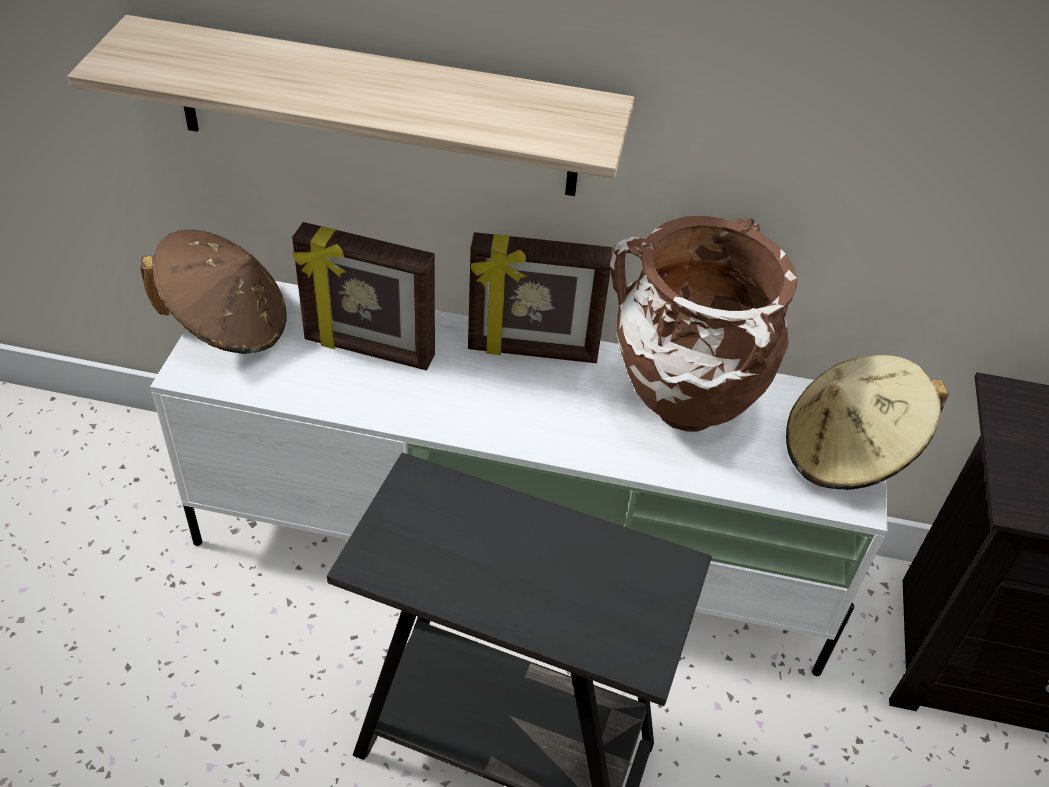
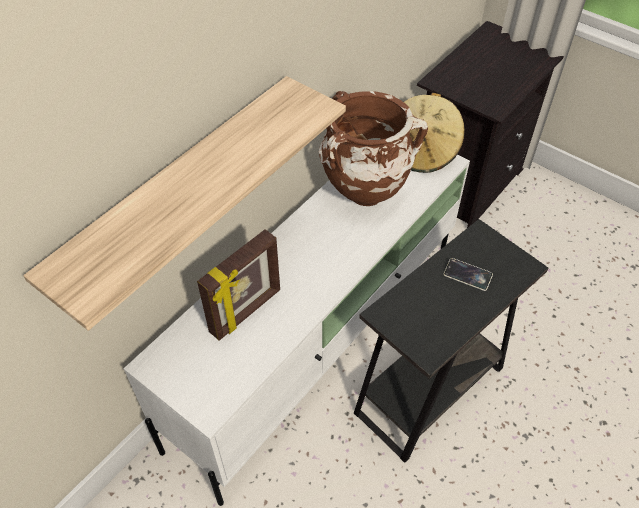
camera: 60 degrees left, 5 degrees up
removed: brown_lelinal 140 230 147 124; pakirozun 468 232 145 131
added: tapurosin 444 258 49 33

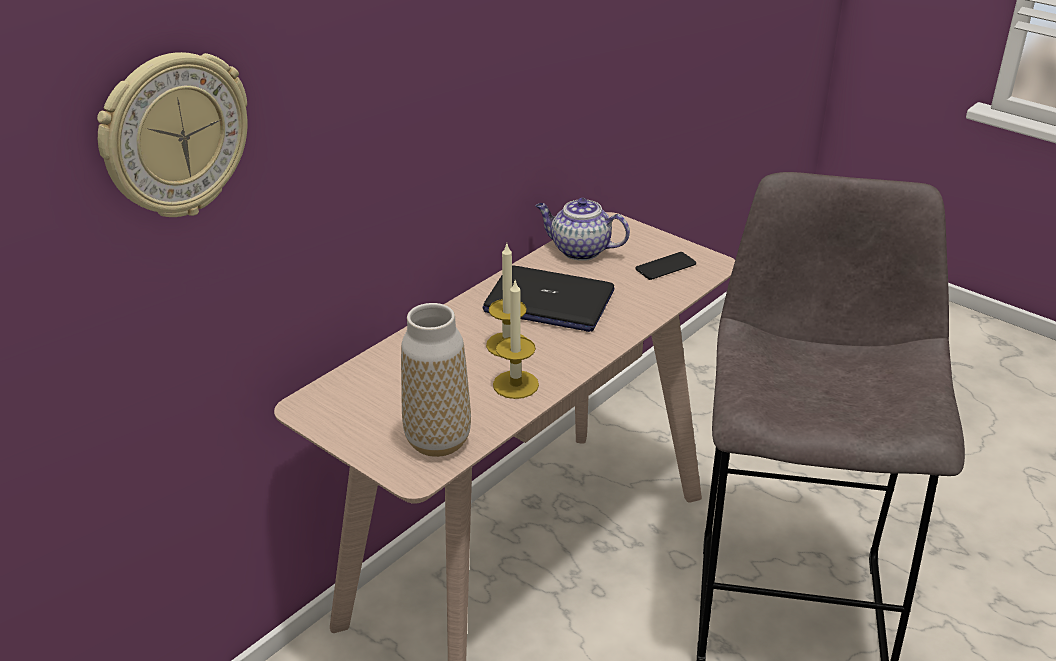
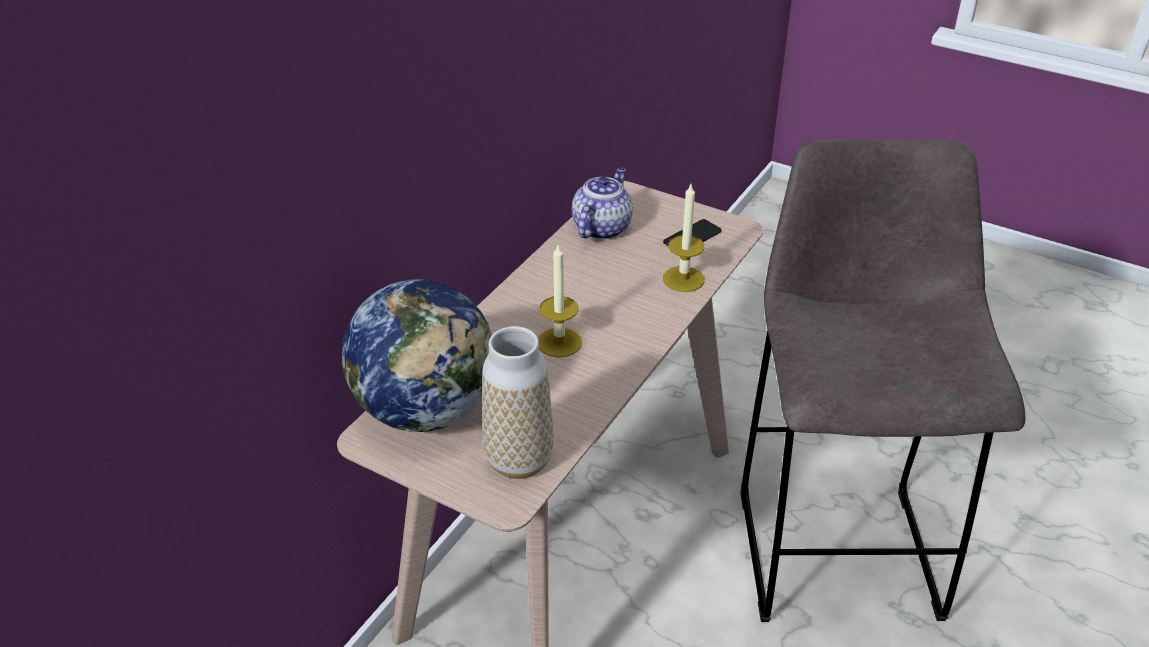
camera: 10 degrees left, 5 degrees up
removed: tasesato 97 52 151 165; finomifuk 482 265 133 67
added: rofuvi 342 279 150 153
moved: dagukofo 493 281 46 118 to 663 184 42 108
turned: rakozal 536 198 94 63 = 572 167 61 73 105 degrees clockwise

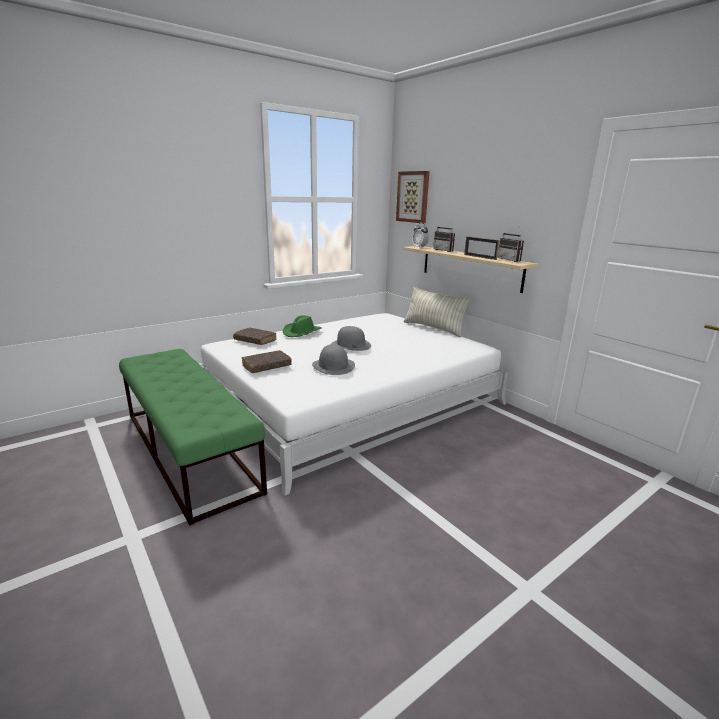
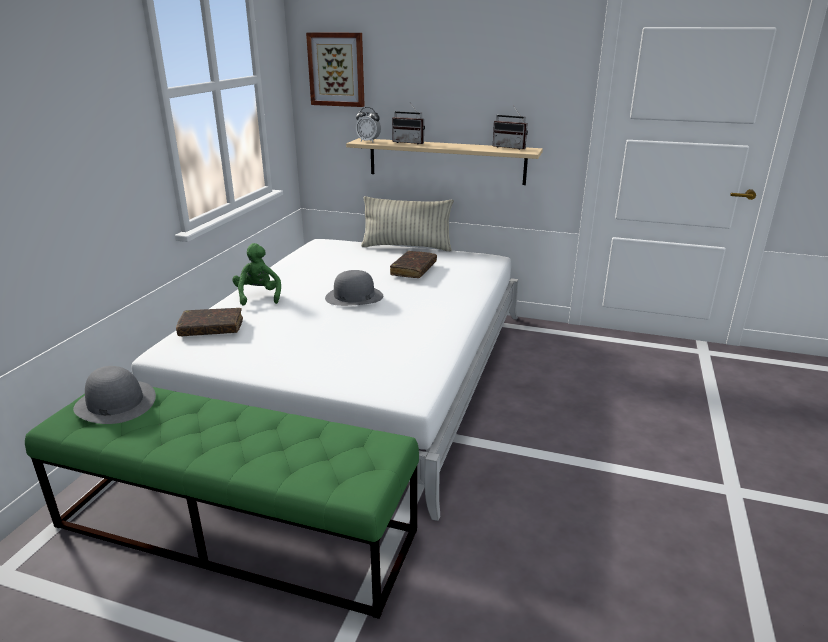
camera: 35 degrees left, 5 degrees up
removed: pakirozun 464 236 35 24
moved: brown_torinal 242 350 50 23 to 390 251 47 27; grey_lelinal 312 344 43 31 to 73 366 83 58
replaced: green_lelinal 283 316 39 21 to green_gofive 232 243 49 63

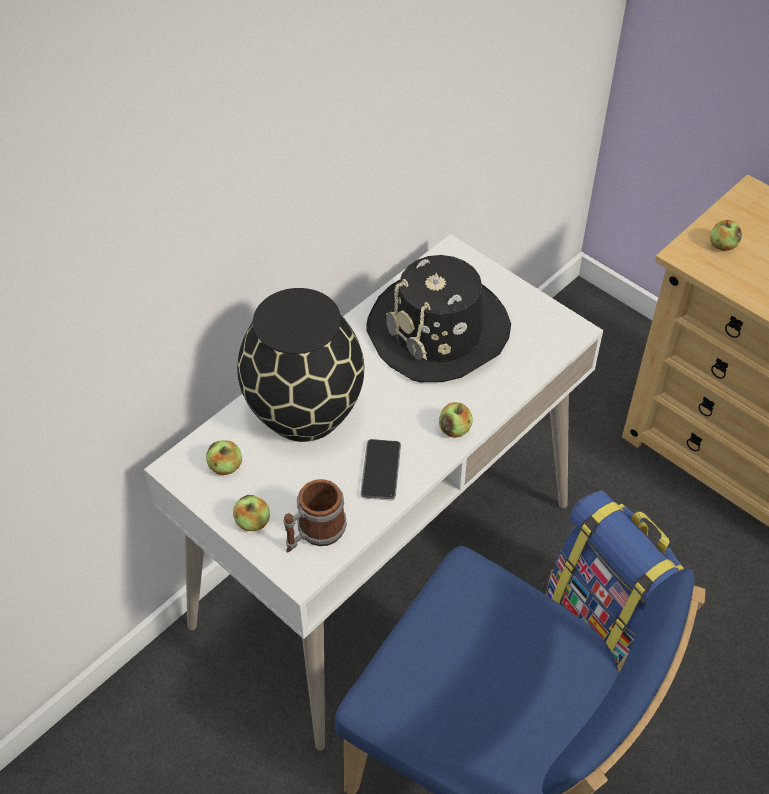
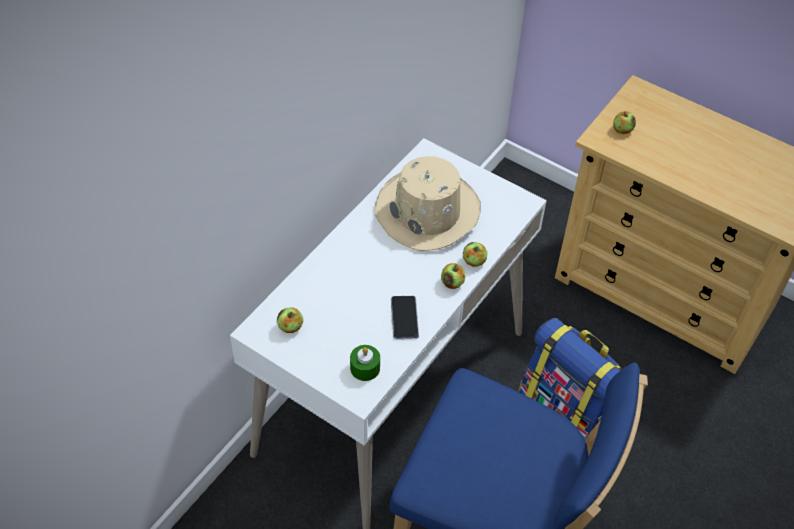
camera: 10 degrees left, 0 degrees up
removed: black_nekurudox 237 288 127 154
moved: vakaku 233 495 37 36 to 463 242 24 25
replaced: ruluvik 283 479 64 73 to green_dagukofo 350 345 30 36
recoloured: black_lelinal 366 255 145 127 to beige_lelinal 375 156 106 95

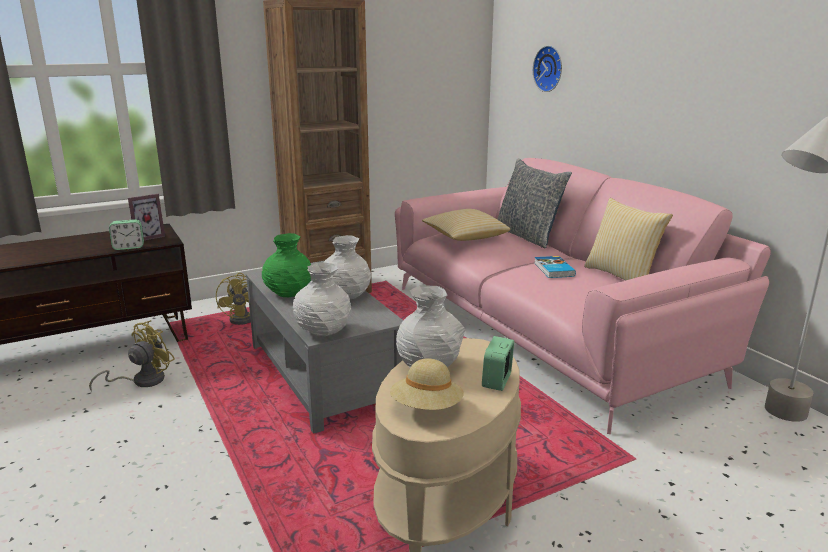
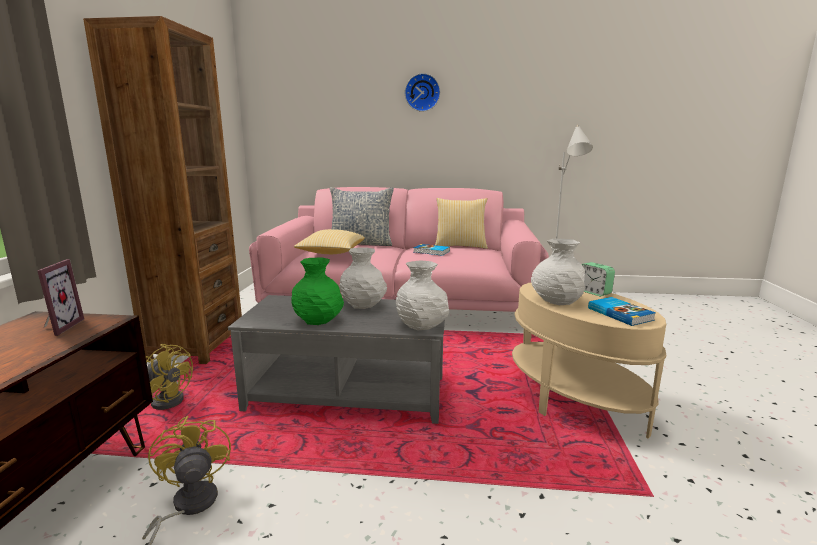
camera: 55 degrees left, 5 degrees down
removed: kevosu 109 219 35 31
moved: tasesato 533 46 29 46 to 405 73 35 39
replaced: beige_lelinal 390 359 73 51 to torinal 588 297 68 29

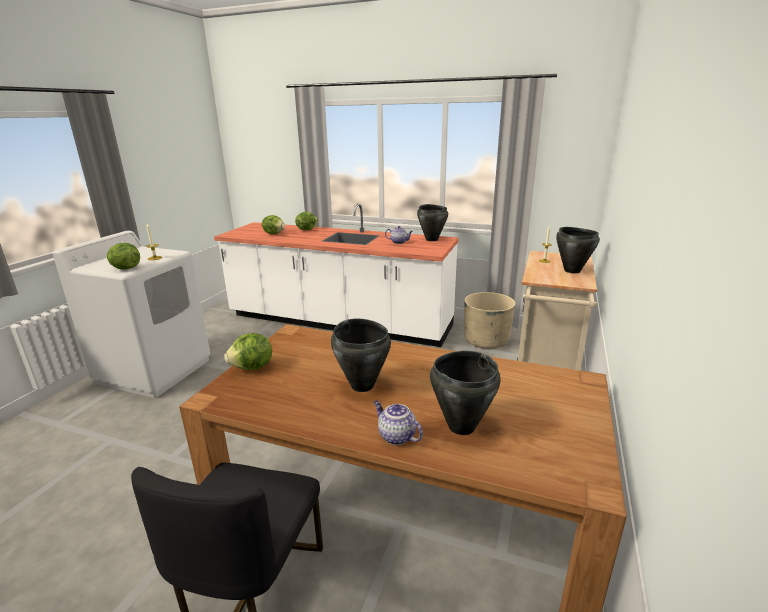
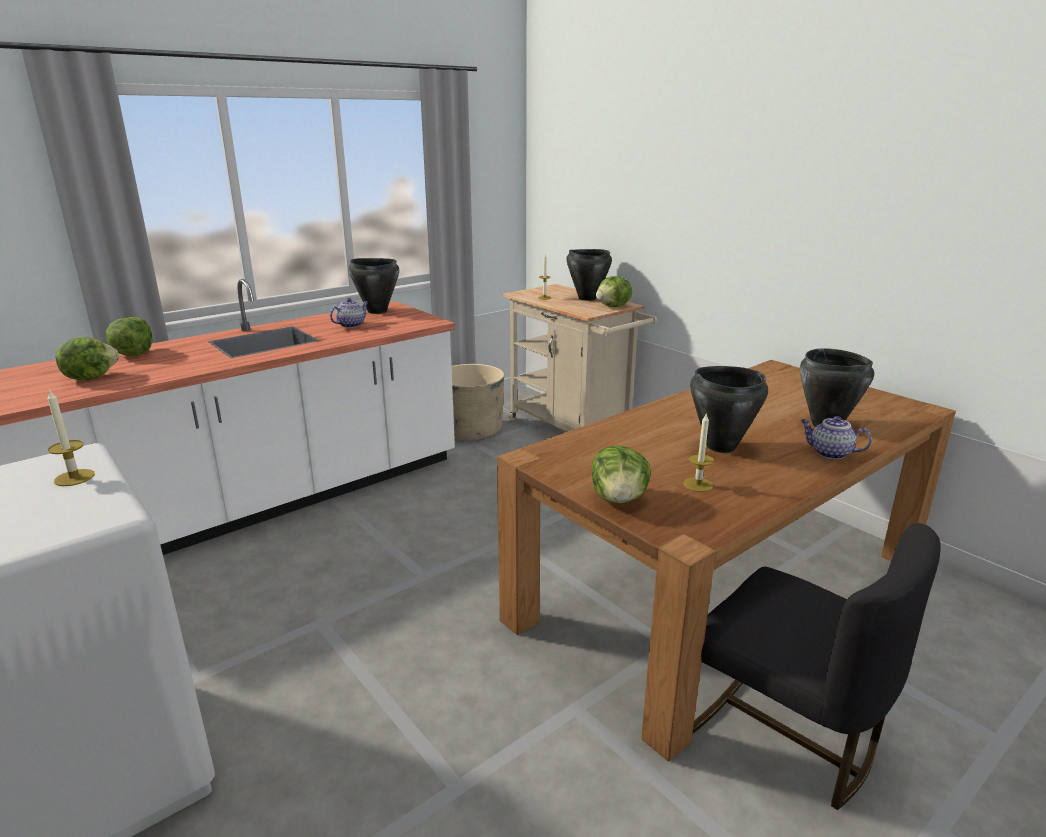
camera: 60 degrees left, 0 degrees up
added: dagukofo 684 412 30 80
moved: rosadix 107 243 33 27 to 596 276 36 31
turned: rakozal 374 401 49 44 = 800 416 72 43 45 degrees clockwise

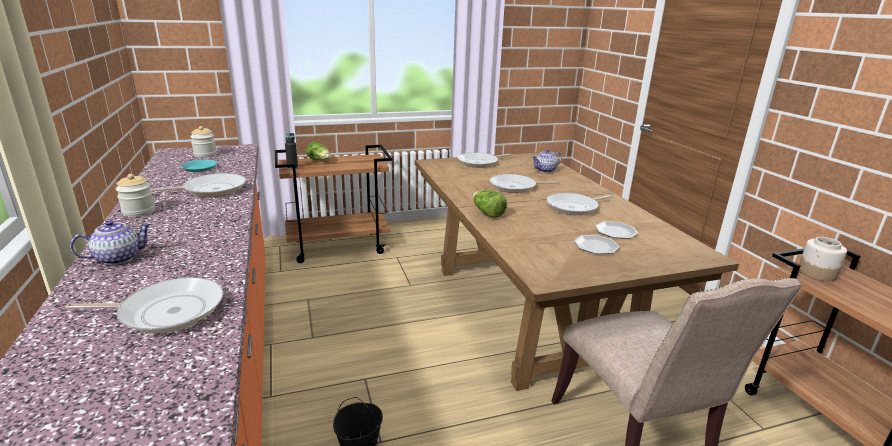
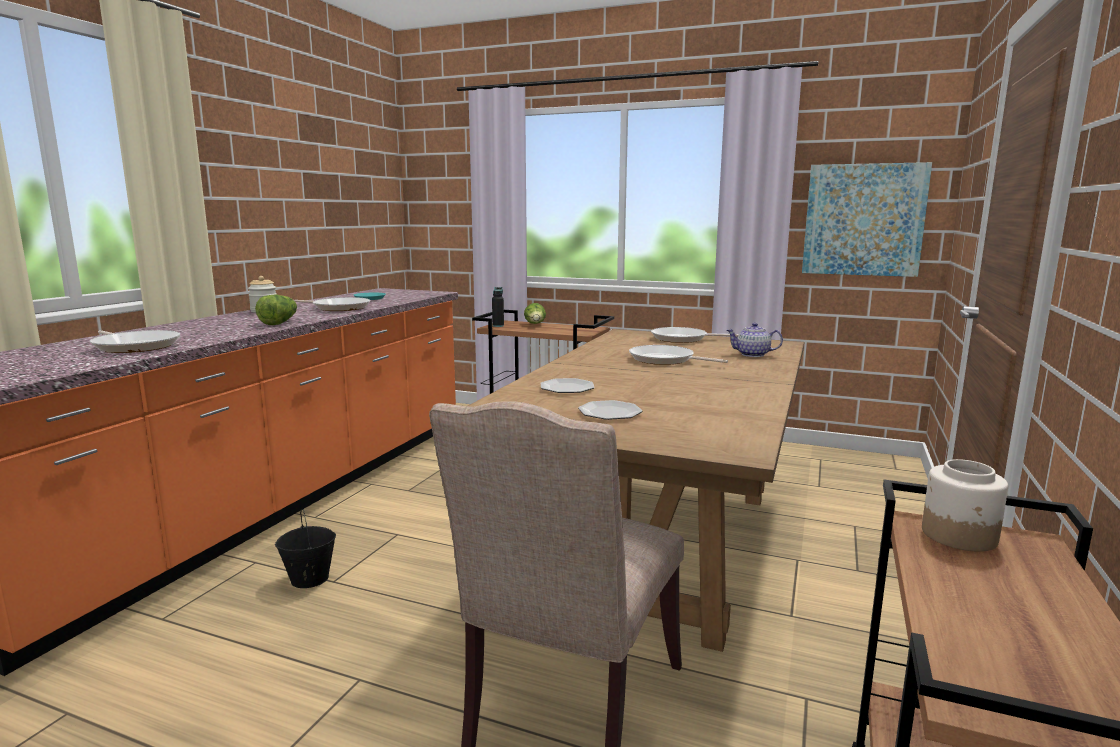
camera: 40 degrees right, 10 degrees down
removed: rakozal 70 220 82 45; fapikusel 190 126 27 32; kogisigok 546 193 67 22
added: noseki 802 162 130 115
moved: rosadix 472 190 35 28 to 255 294 42 31; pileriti 595 221 43 18 to 541 378 54 15

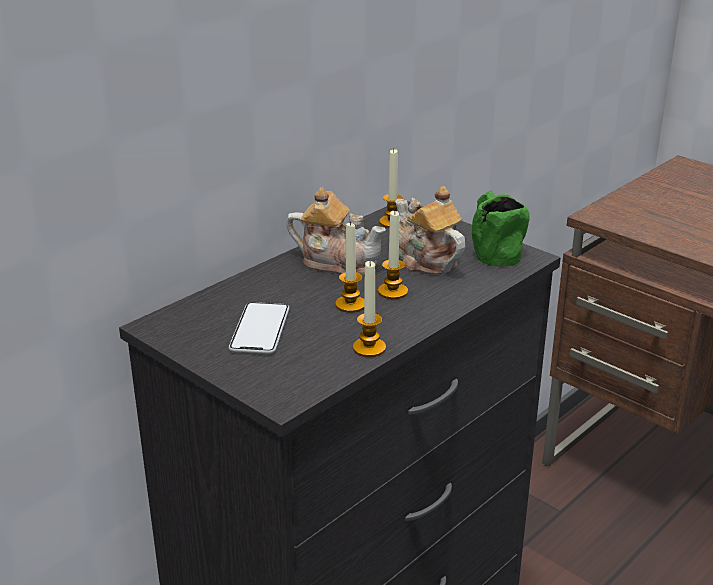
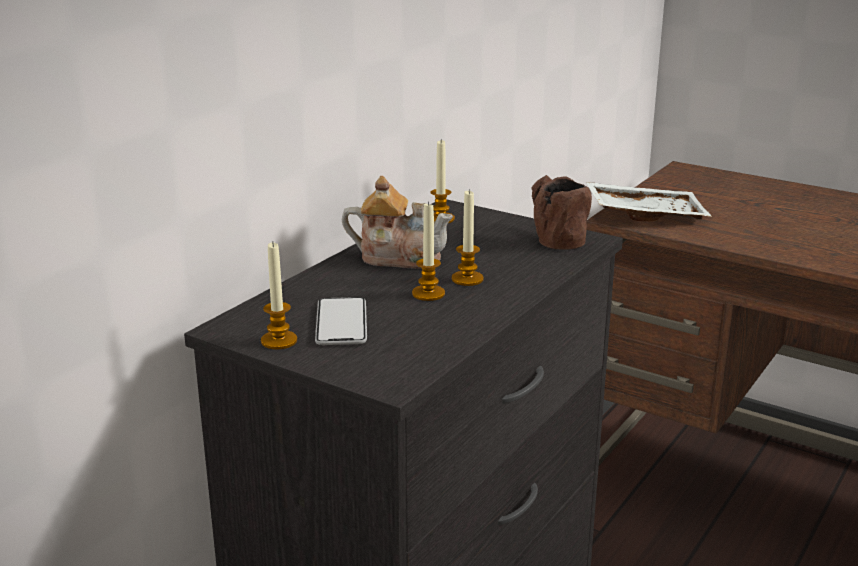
camera: 10 degrees left, 5 degrees down
removed: rakozal 395 186 70 89
added: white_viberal 586 182 126 39
moved: dagukofo 353 261 33 96 to 261 242 36 107
recoloured: green_ruluvik 472 191 57 76 to brown_ruluvik 531 175 61 75

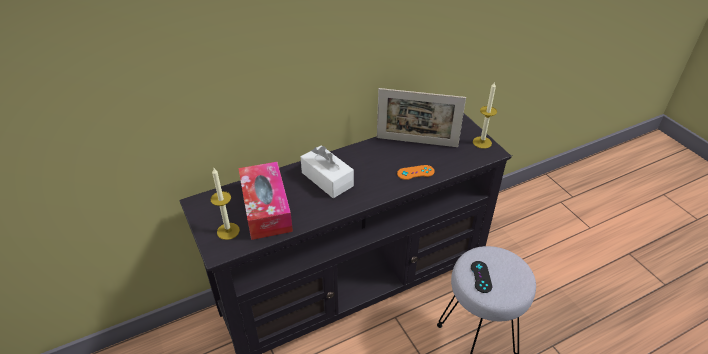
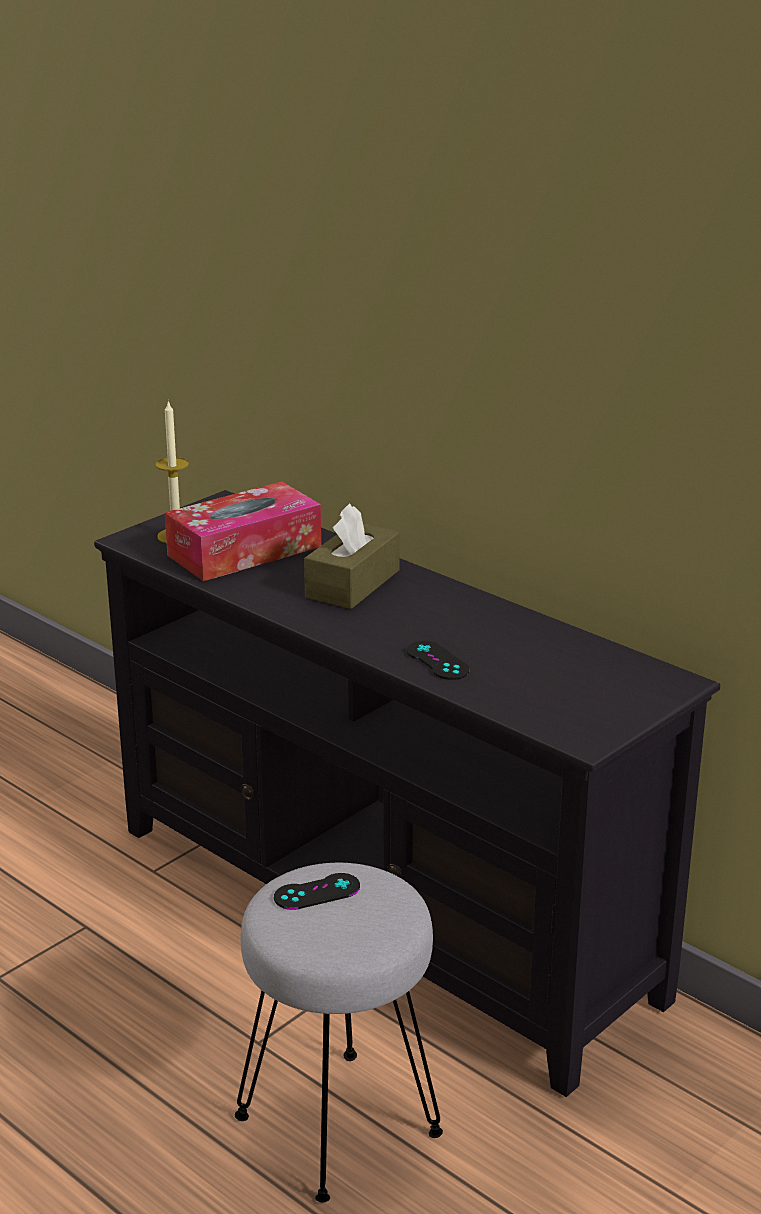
camera: 70 degrees right, 15 degrees down
removed: pakirozun 377 88 89 59; dagukofo 473 81 24 68
recoloured: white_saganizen 301 146 53 52 to brown_saganizen 304 503 96 106; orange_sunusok 397 165 37 15 to black_sunusok 406 641 64 39

